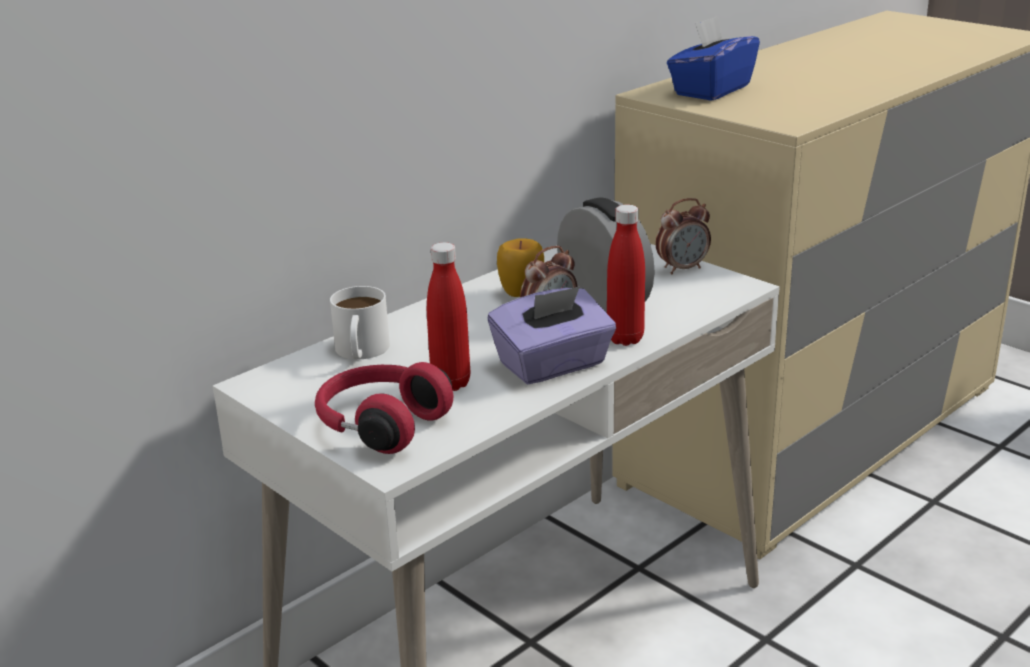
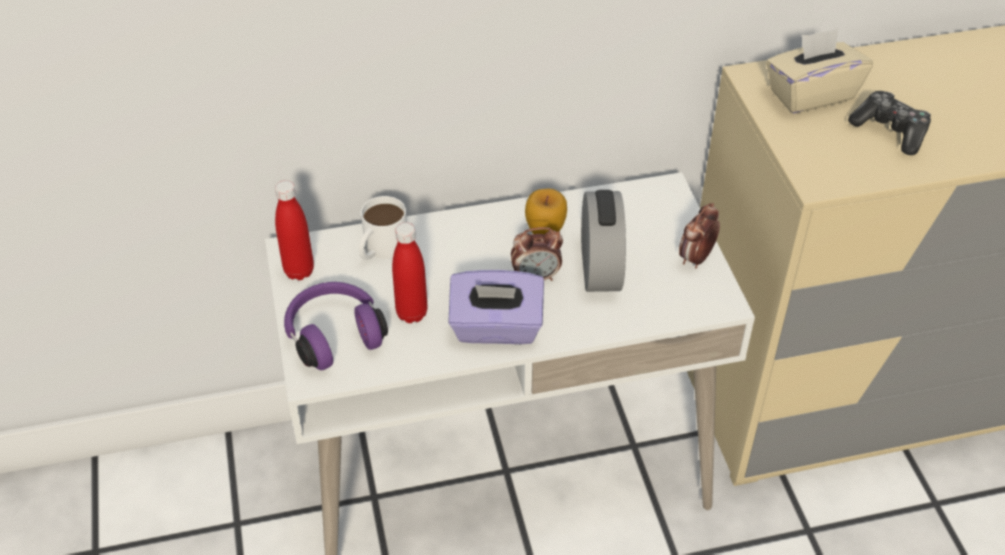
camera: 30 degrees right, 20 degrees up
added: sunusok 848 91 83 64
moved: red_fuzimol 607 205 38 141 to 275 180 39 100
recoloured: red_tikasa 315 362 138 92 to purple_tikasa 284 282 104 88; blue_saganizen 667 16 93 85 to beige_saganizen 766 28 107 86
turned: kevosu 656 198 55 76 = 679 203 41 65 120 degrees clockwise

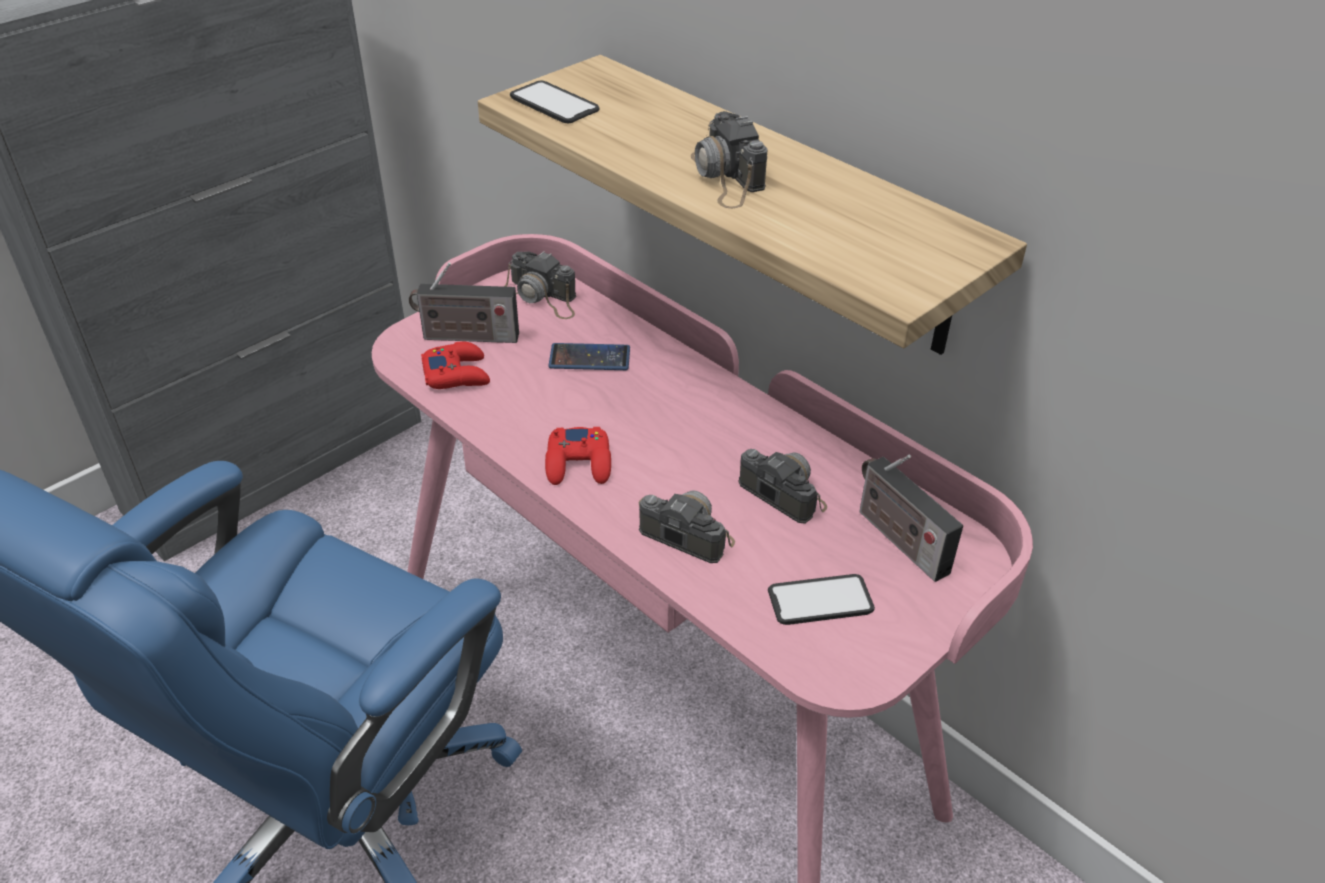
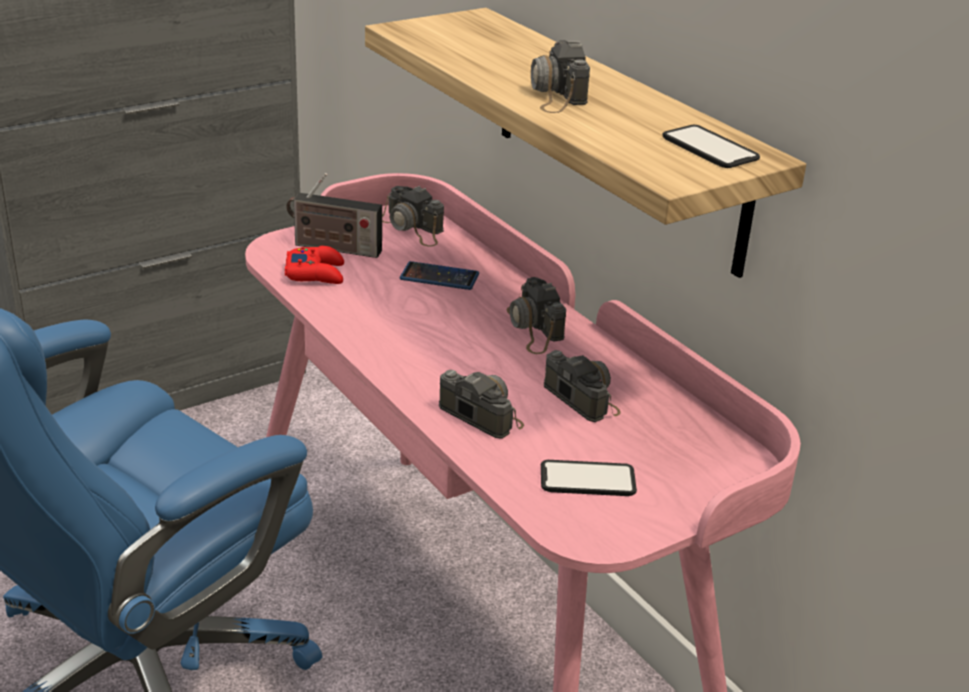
camera: 10 degrees right, 10 degrees down
removed: red_sunusok 545 427 66 58; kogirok 859 455 104 127
added: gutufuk 507 277 59 77
moved: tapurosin 510 81 89 42 to 663 125 97 43

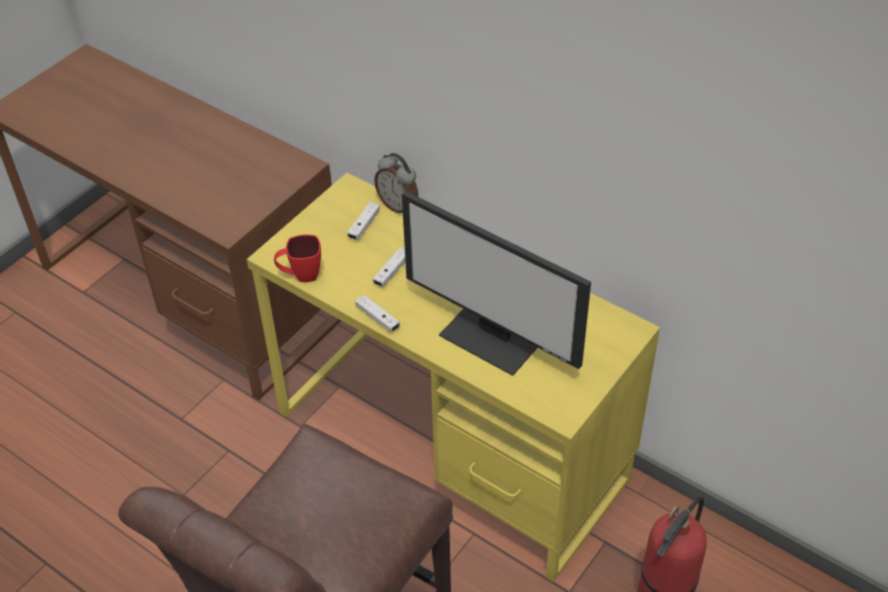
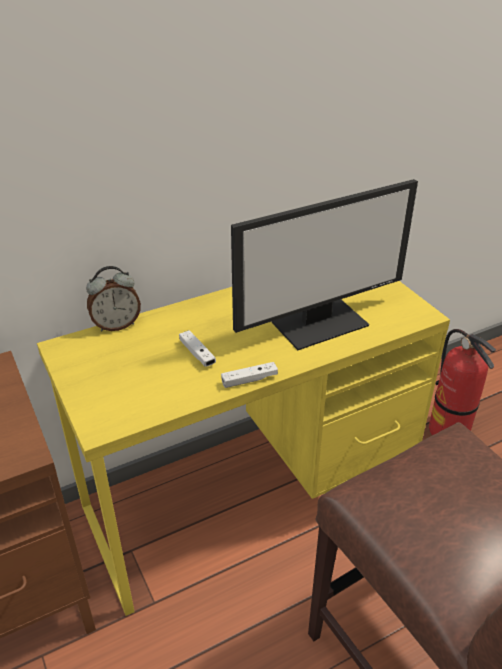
camera: 65 degrees left, 10 degrees down
removed: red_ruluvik 274 234 47 48; white_sunusok 347 202 33 38

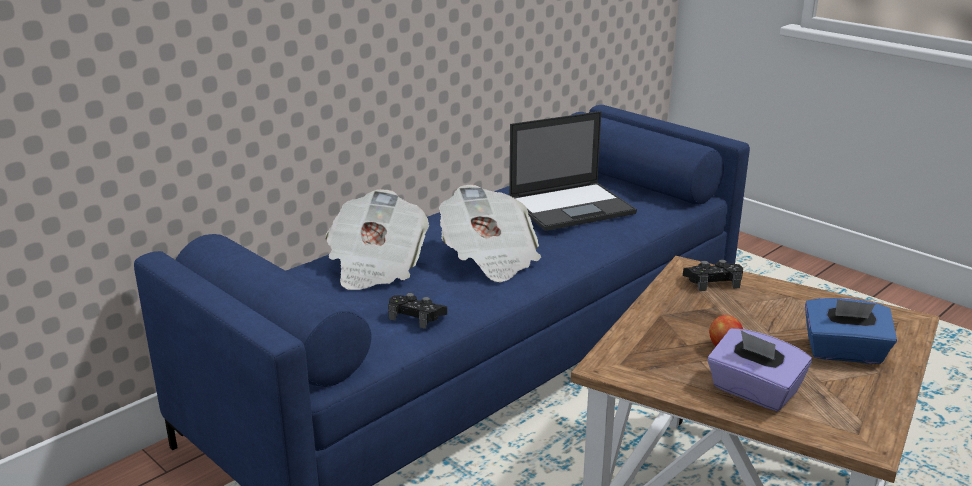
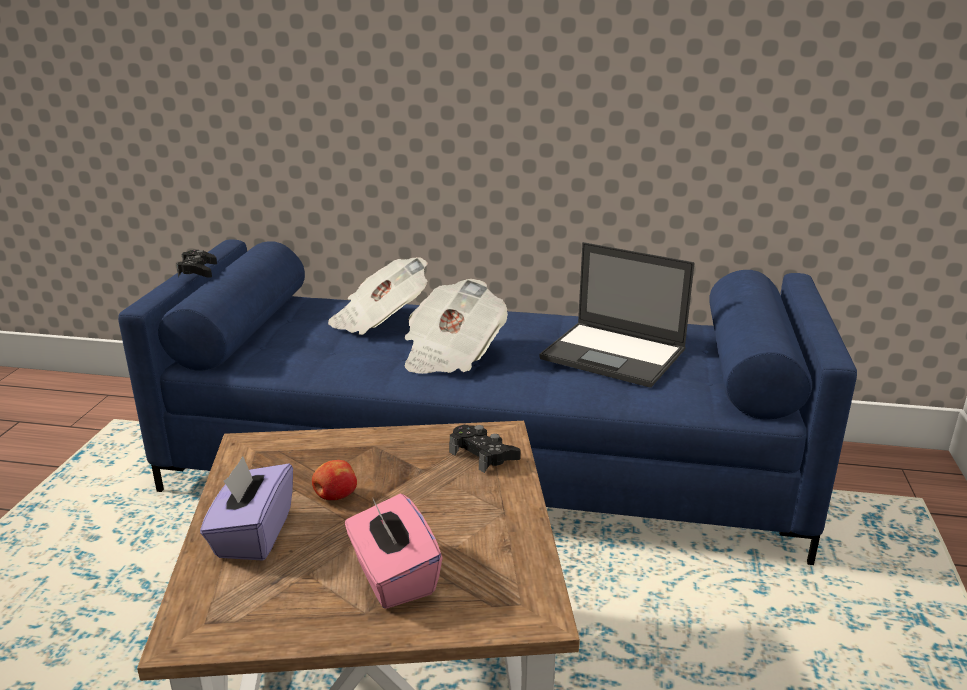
camera: 55 degrees right, 0 degrees up
moved: black_sunusok 388 293 59 36 to 176 250 41 28
recoloured: blue_saganizen 805 298 92 66 to pink_saganizen 345 494 98 115

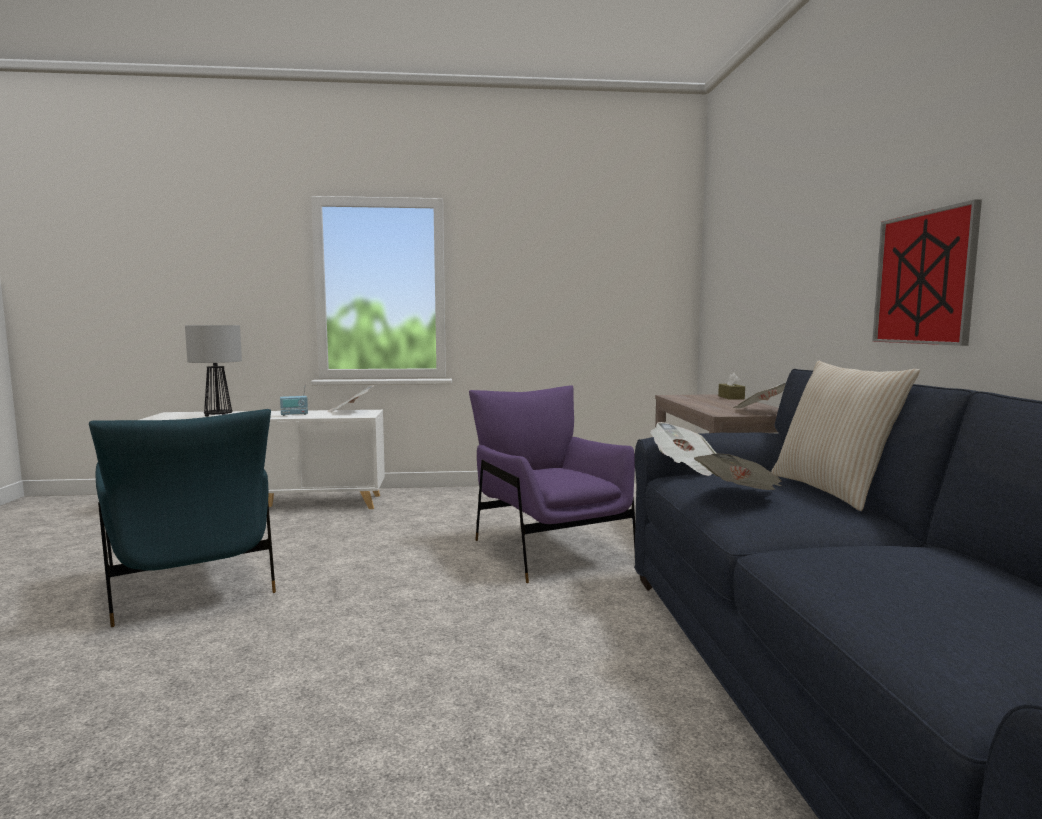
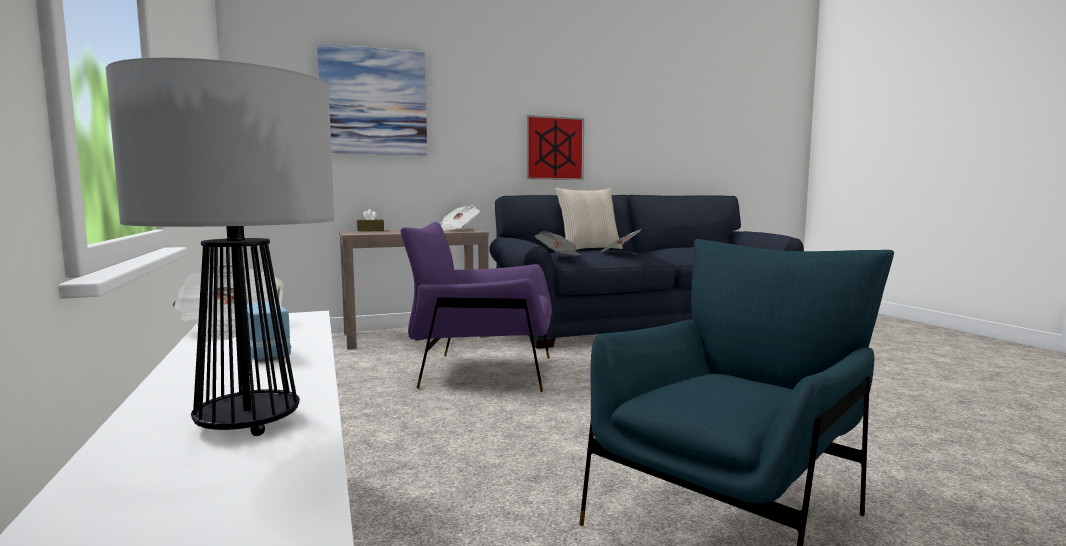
camera: 105 degrees left, 0 degrees up
added: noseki 317 43 110 112
turned: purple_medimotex 469 385 166 198 = 400 222 152 170 45 degrees clockwise

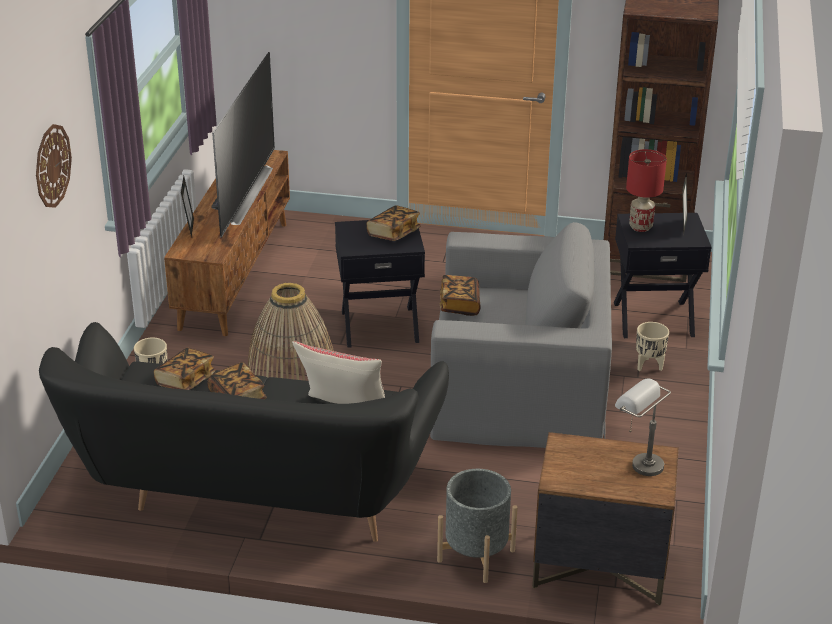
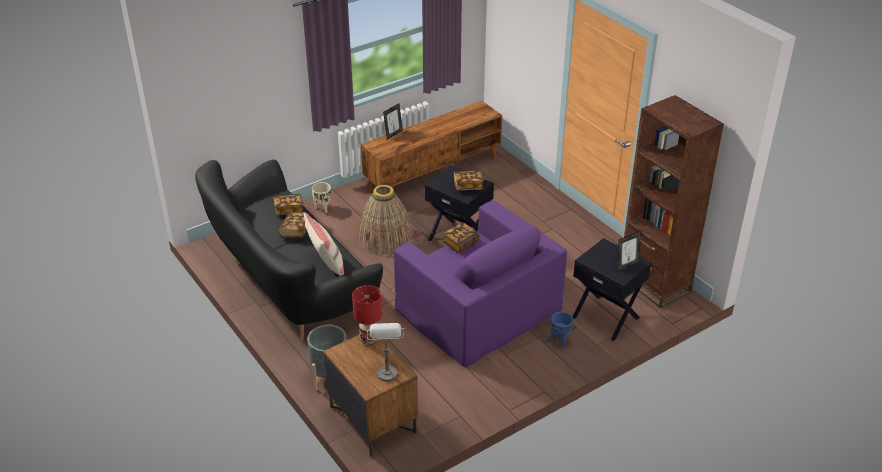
camera: 45 degrees right, 5 degrees up
removed: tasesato 36 124 36 84; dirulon 211 52 64 185
moved: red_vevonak 626 149 41 83 to 352 285 30 60
recoloured: grey_medimotex 430 222 182 226 to purple_medimotex 394 200 173 167; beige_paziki 636 322 33 49 to blue_paziki 551 312 23 36

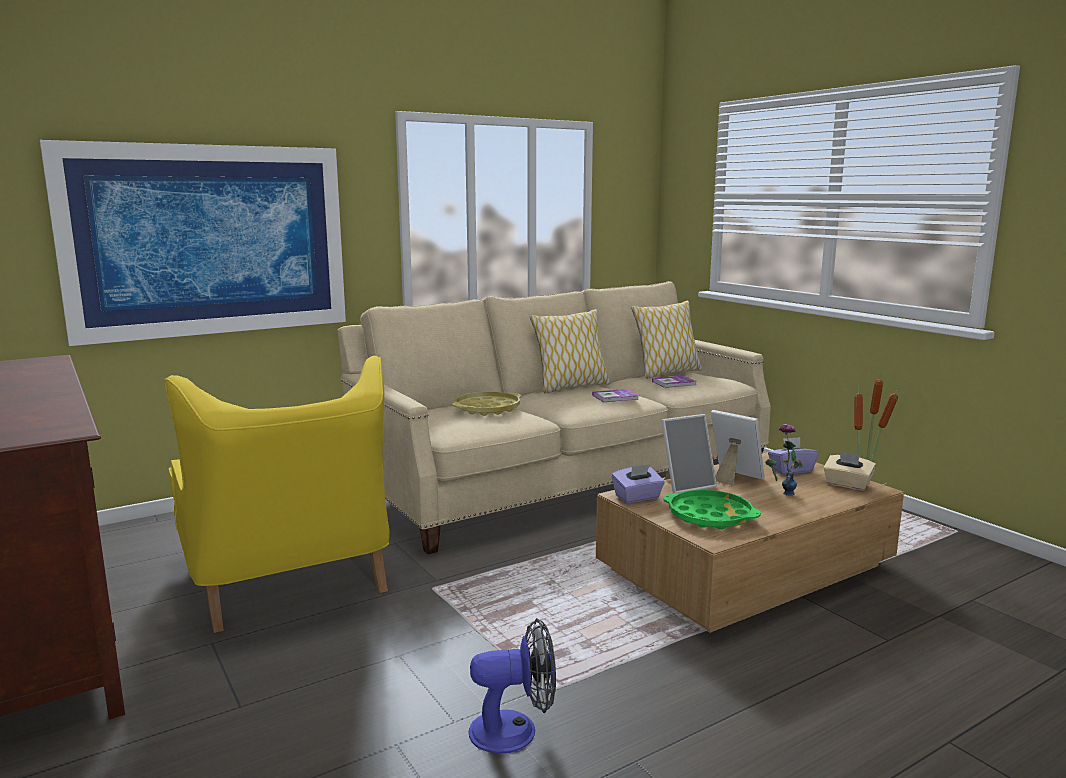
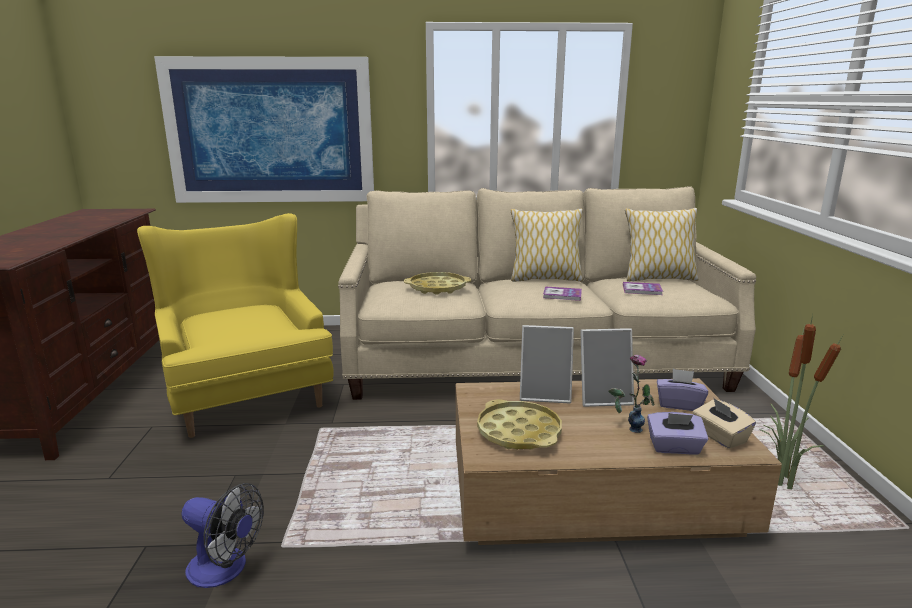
camera: 30 degrees right, 5 degrees up
moved: purple_saganizen 612 464 53 39 to 647 412 61 43
recoloured: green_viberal 663 490 98 40 to yellow_viberal 477 399 85 50
turned: yellow_medimotex 164 356 226 277 = 137 213 197 225 150 degrees clockwise; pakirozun 711 410 53 76 = 580 328 54 79 105 degrees clockwise

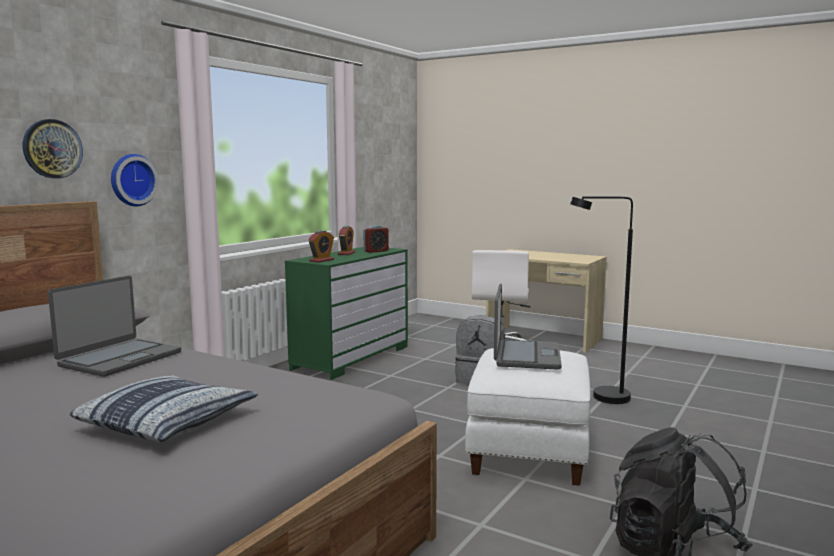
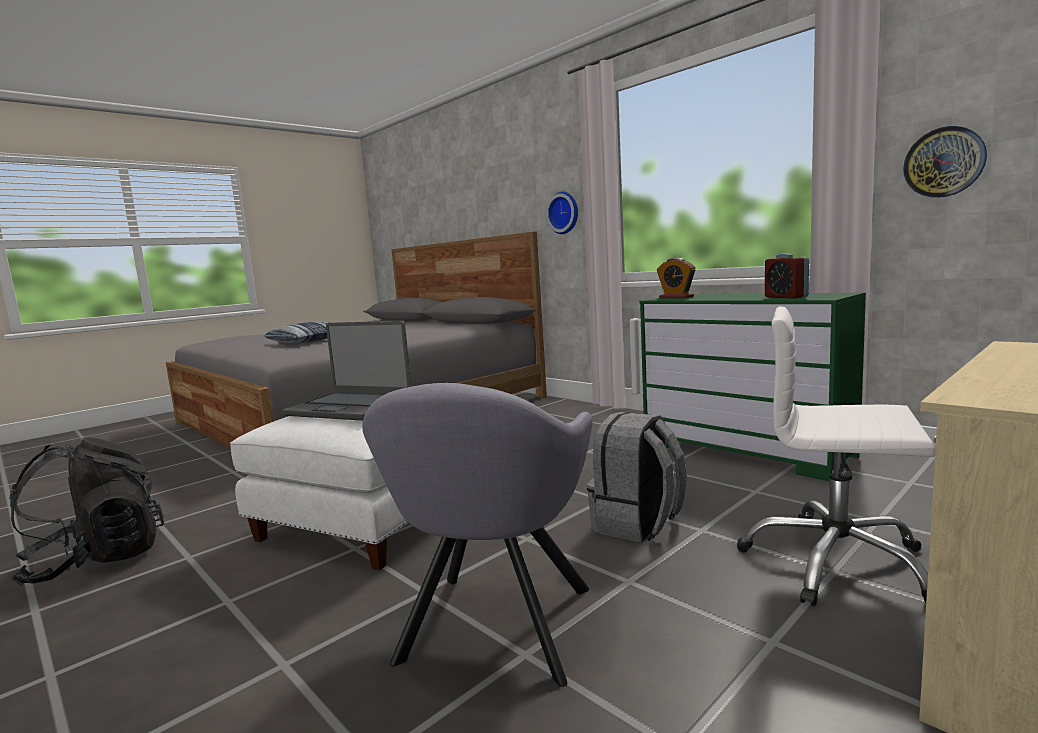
camera: 105 degrees right, 0 degrees up
removed: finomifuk 48 276 133 101; kevosu 338 226 17 29
moved: tasesato 23 119 60 60 to 903 126 84 72
replaced: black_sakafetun 570 196 63 208 to grey_medimotex 362 383 231 304

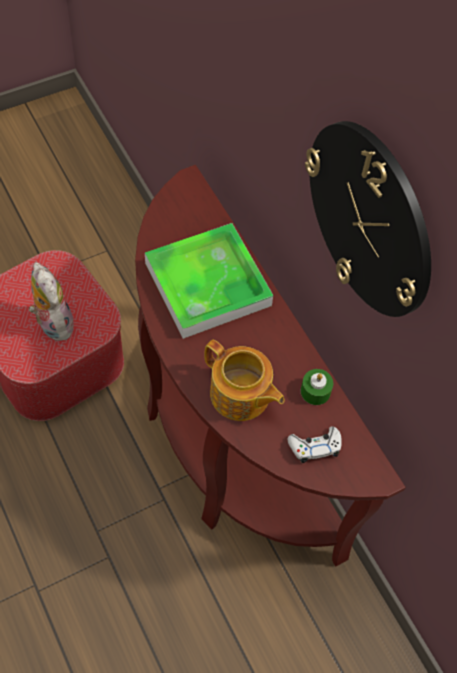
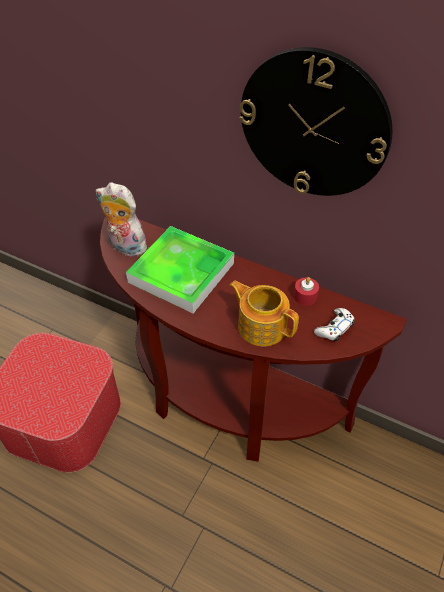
camera: 30 degrees left, 10 degrees down
moved: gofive 29 262 45 79 to 96 182 53 76
recoloured: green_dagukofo 301 369 32 36 to red_dagukofo 294 277 25 29
turned: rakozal 204 340 81 81 = 230 281 69 66 150 degrees counterclockwise

